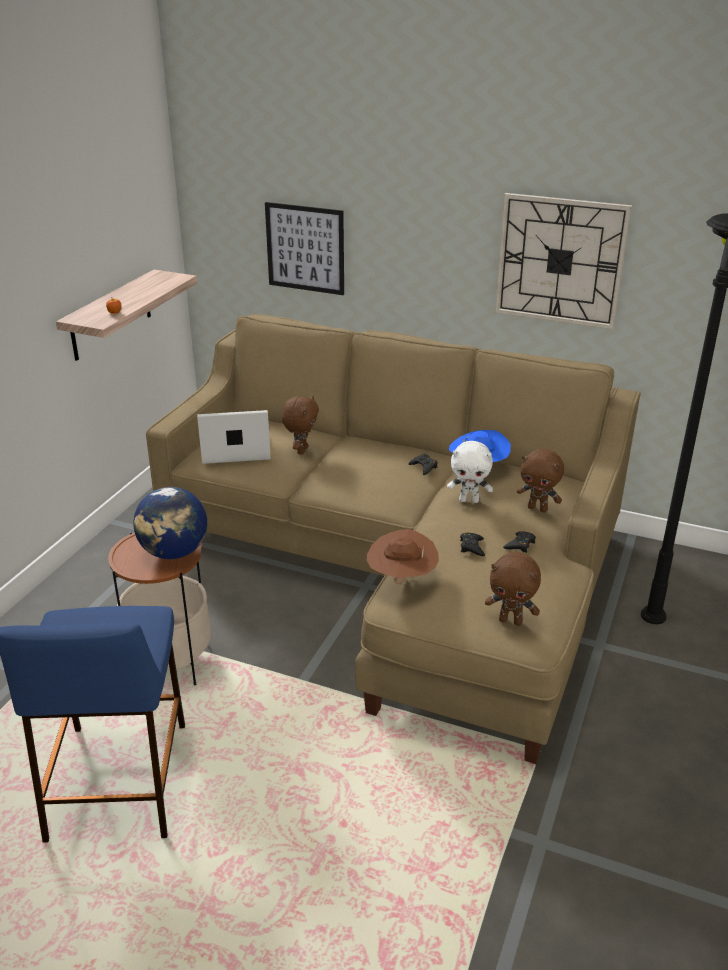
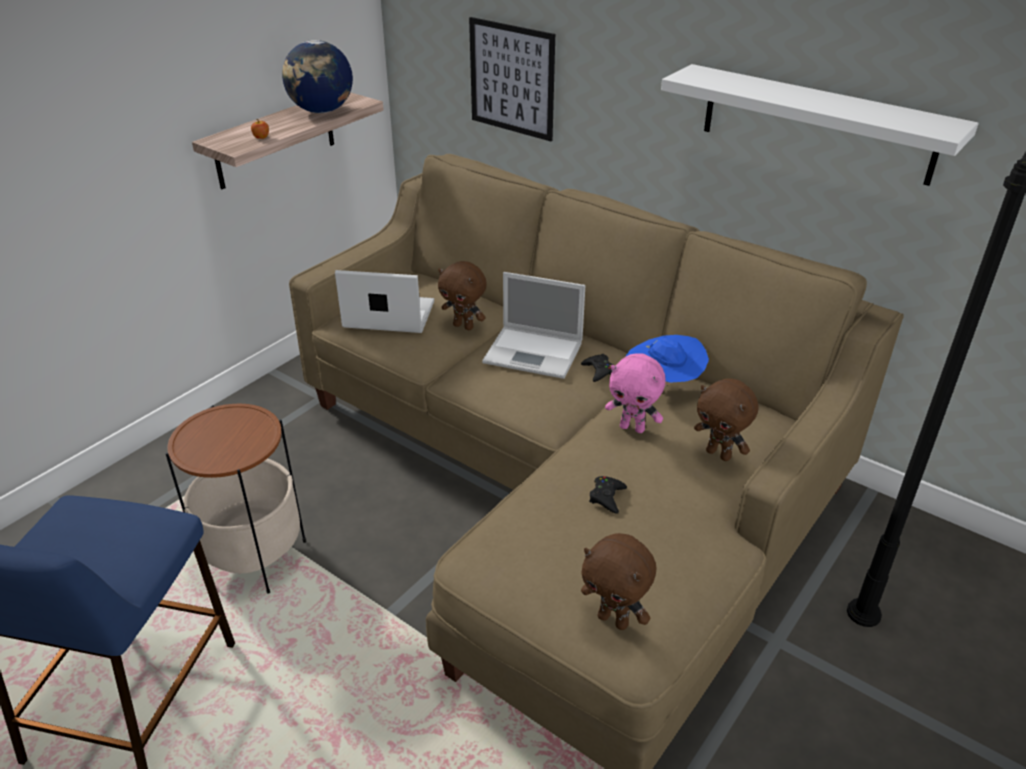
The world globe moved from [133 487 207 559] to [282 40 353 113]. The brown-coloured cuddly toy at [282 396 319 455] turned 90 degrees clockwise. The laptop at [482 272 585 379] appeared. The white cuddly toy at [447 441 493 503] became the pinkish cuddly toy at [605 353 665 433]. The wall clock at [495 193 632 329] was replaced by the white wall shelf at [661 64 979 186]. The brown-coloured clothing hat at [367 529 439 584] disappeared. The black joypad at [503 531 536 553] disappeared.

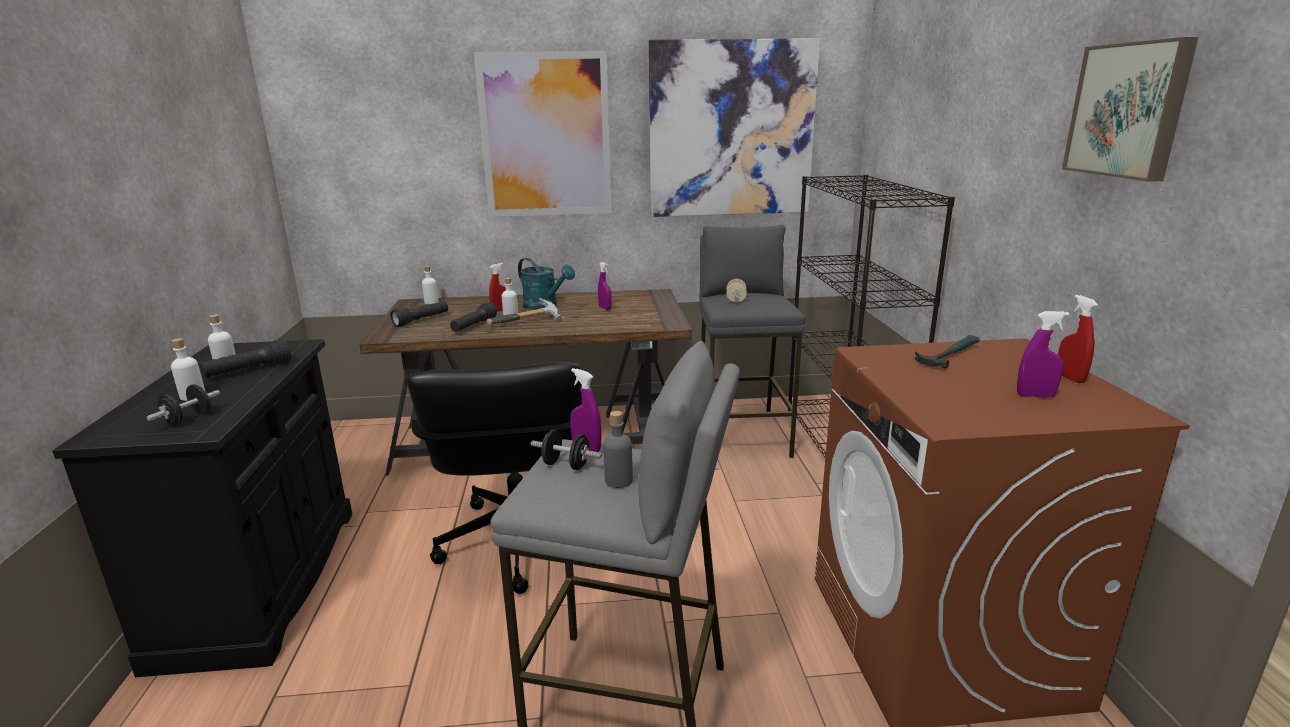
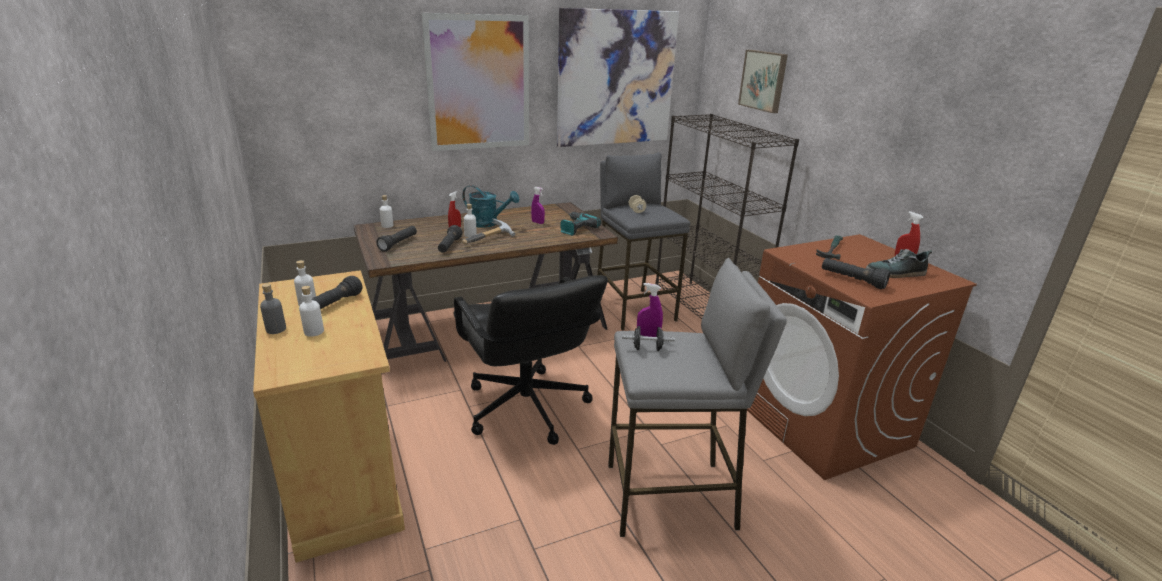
The black cabinet at [52 339 353 677] became the sand-coloured cabinet at [253 270 405 563]. The gray drink bottle moved from [603 411 633 488] to [260 283 286 334]. The power drill at [560 212 601 236] appeared. The wall art moved from [1062 37 1198 182] to [738 50 788 113]. The black torch at [822 258 890 289] appeared. The purple hand sprayer at [1017 311 1069 398] was replaced by the low shoe at [866 249 932 278]. The black hand weight at [147 384 220 425] disappeared.

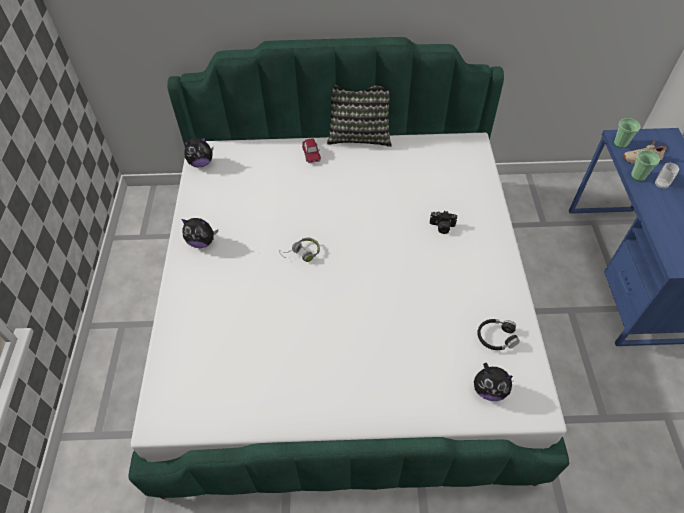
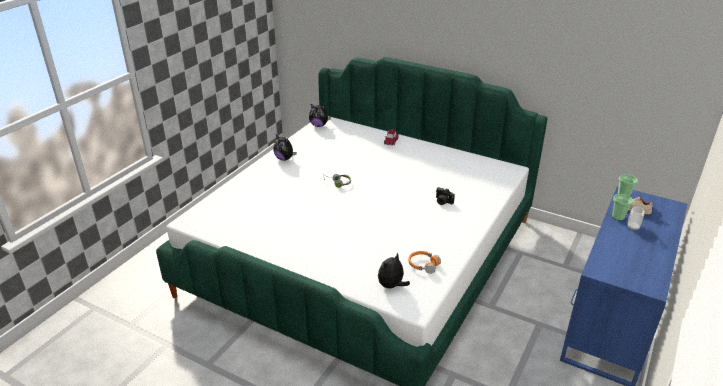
The cuddly toy at [474 363 513 401] turned 90 degrees clockwise. The black headphones at [477 319 520 350] became the orangey headphones at [408 251 441 274]. The throw pillow at [327 85 392 147] disappeared.

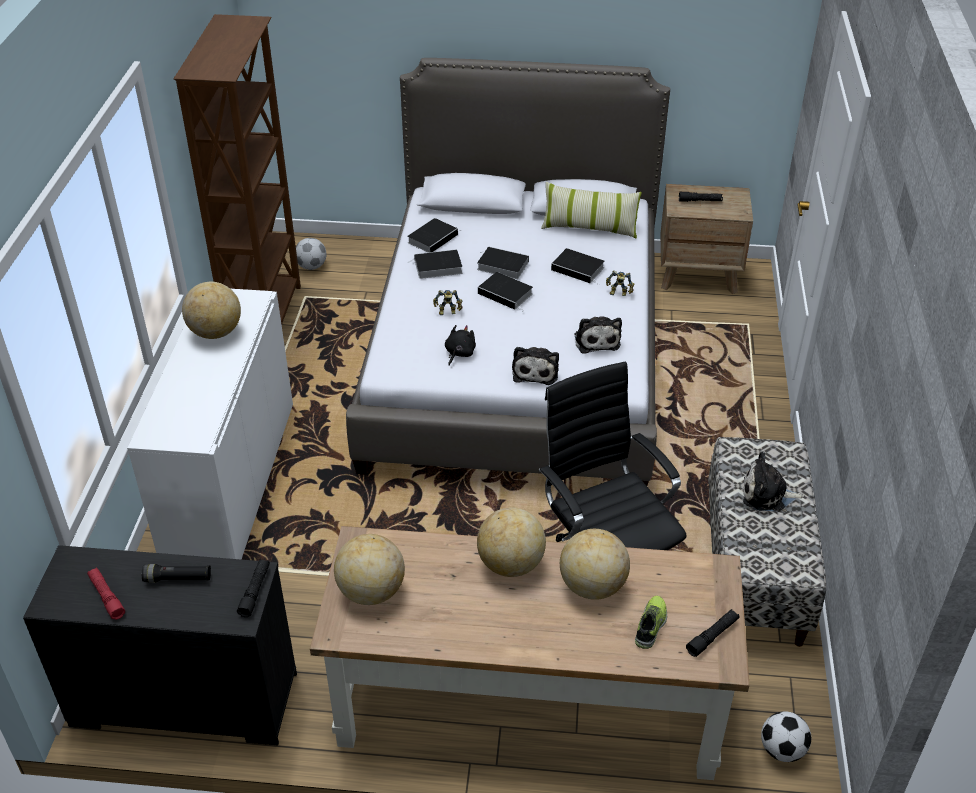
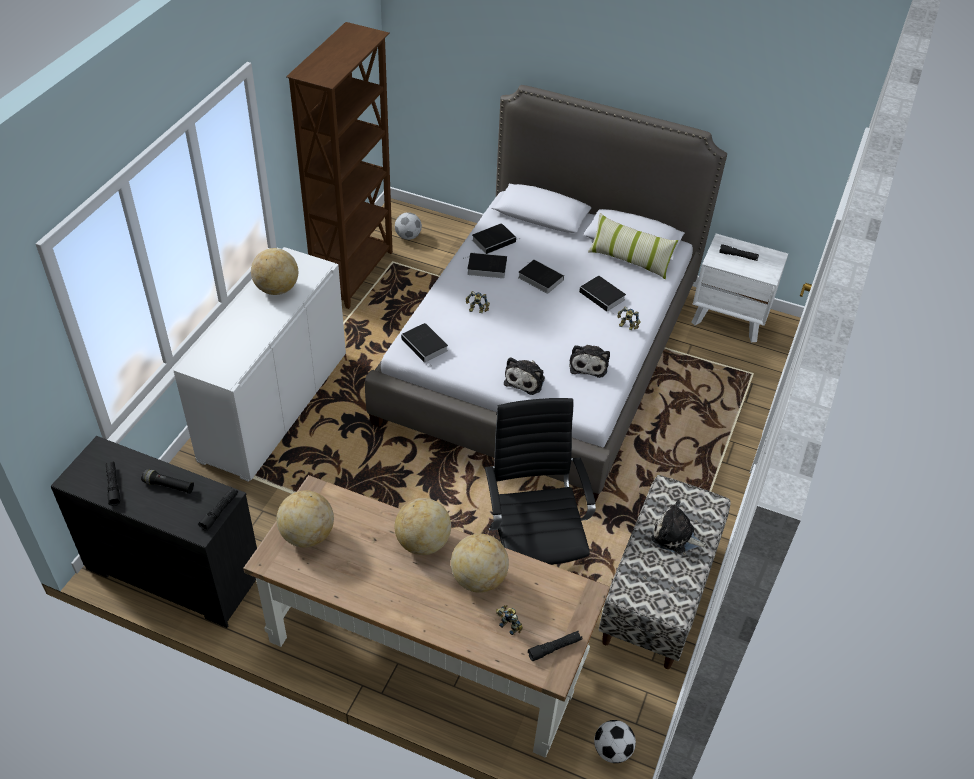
The reddish torch at [87 568 125 620] became the black torch at [106 462 121 506]. The volume moved from [478 272 533 312] to [401 323 448 367]. The low shoe at [635 596 667 649] was replaced by the toy robot at [496 605 523 635]. The brown-coloured nightstand at [661 184 753 294] became the white nightstand at [692 234 788 342]. The black cuddly toy at [445 325 476 366] disappeared.

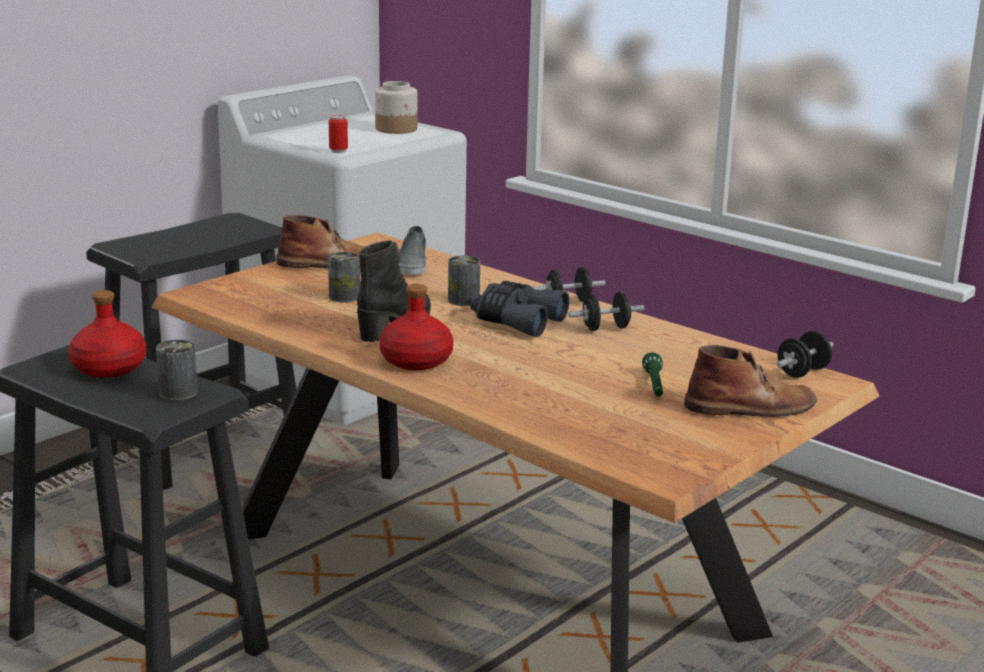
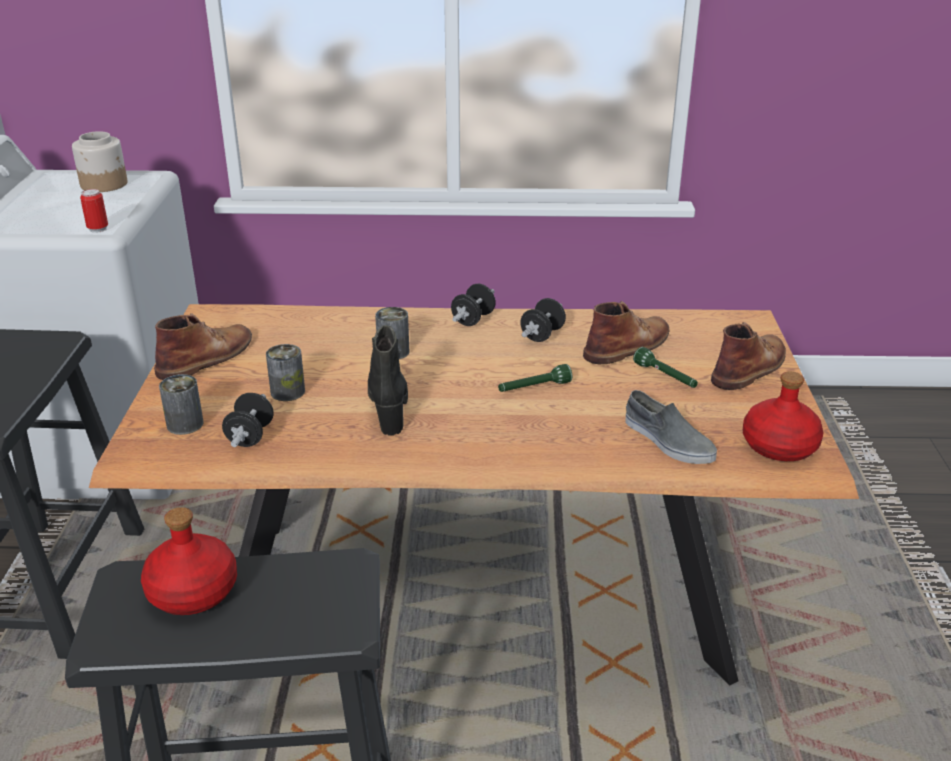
The sealed can moved from [156 340 198 401] to [159 374 204 435]. The black hand weight moved from [776 331 833 378] to [222 393 274 447]. The green torch at [498 364 572 392] appeared. The brown-coloured tall boot at [583 301 669 364] appeared. The gray low shoe moved from [399 226 426 275] to [625 390 717 464]. The reddish drink bottle moved from [379 284 453 370] to [743 371 824 461]. The gray field glasses at [470 281 570 337] disappeared.

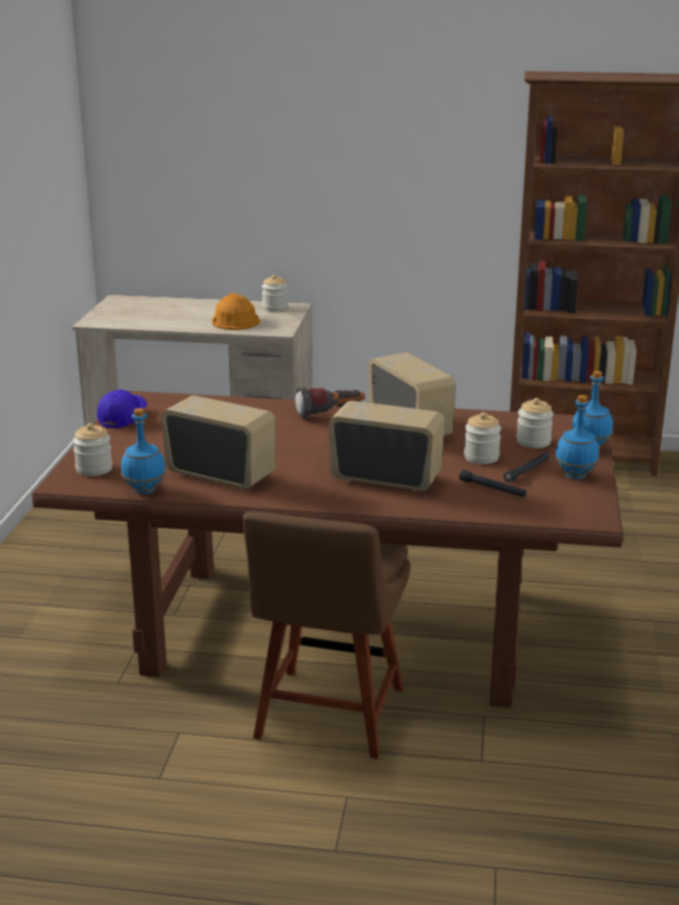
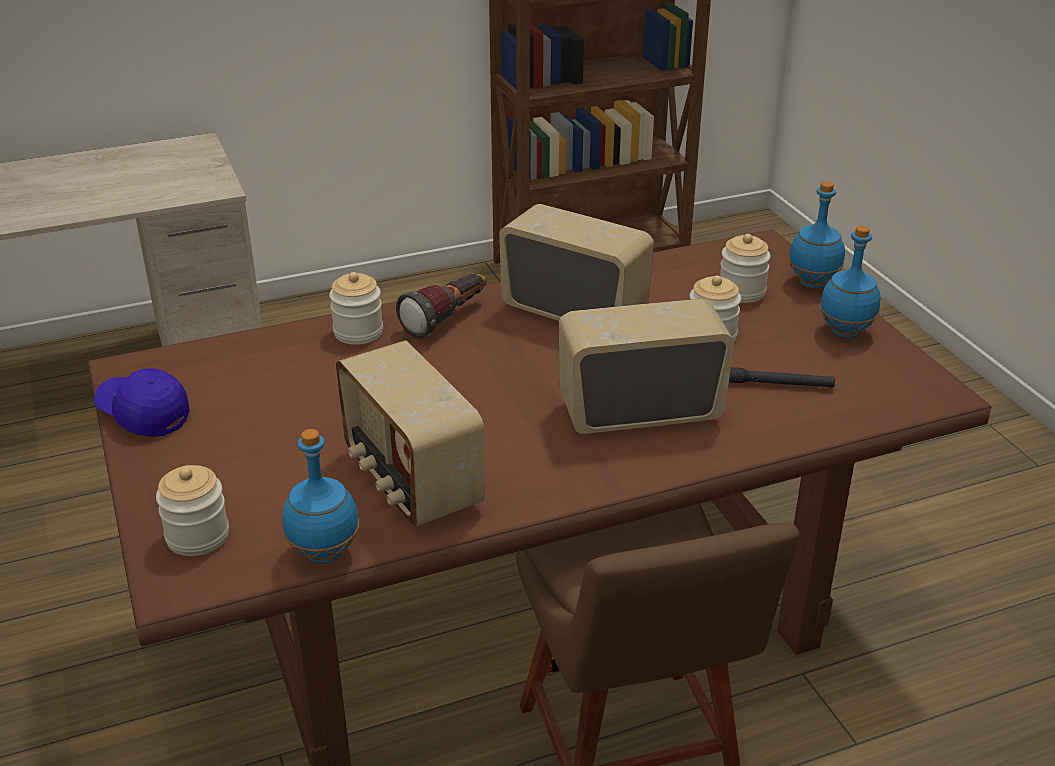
The blue cap at [97 389 147 428] turned 45 degrees counterclockwise. The storage jar moved from [262 274 288 311] to [329 272 383 345]. The radio set at [161 395 276 489] turned 120 degrees counterclockwise. The orangey safety helmet at [212 293 260 330] disappeared. The black torch at [503 453 550 483] disappeared.

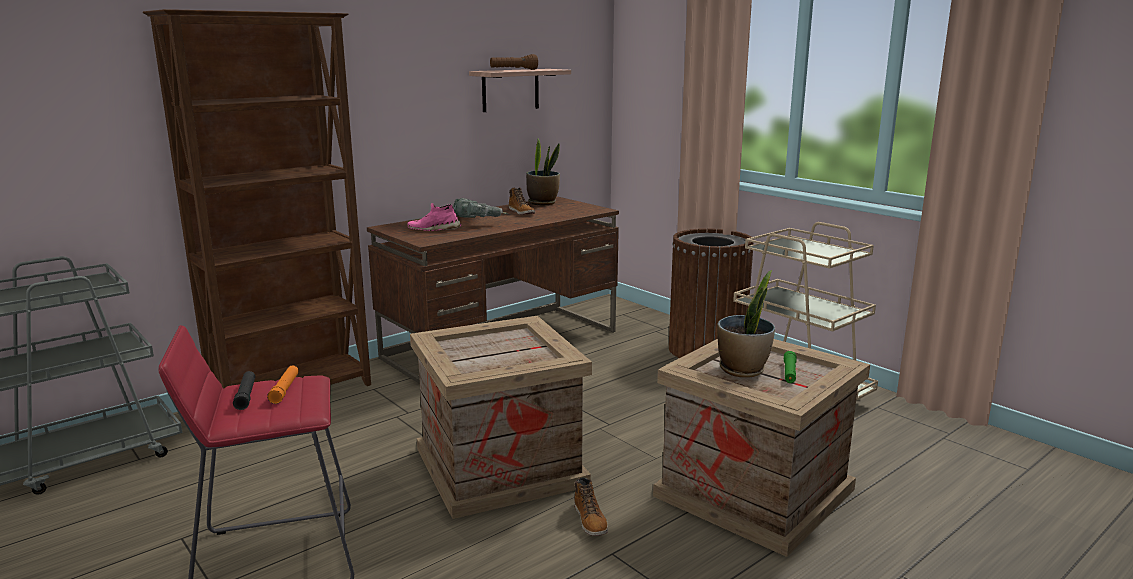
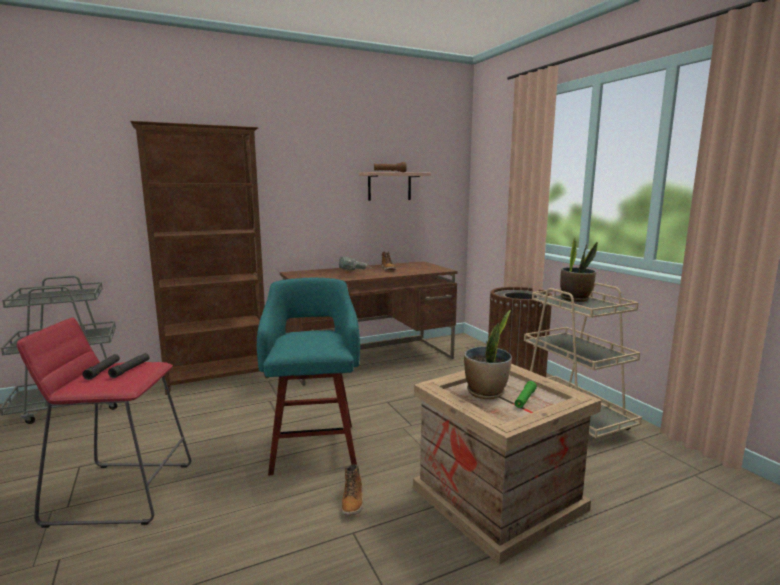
The orangey torch at [267 365 299 404] became the black torch at [108 353 149 378]. The packing crate at [410 316 592 519] was replaced by the turquoise-coloured stool seat at [257 278 360 475]. The plant in a pot moved from [526 138 560 205] to [560 236 598 302]. The pinkish low shoe at [407 203 461 231] disappeared.

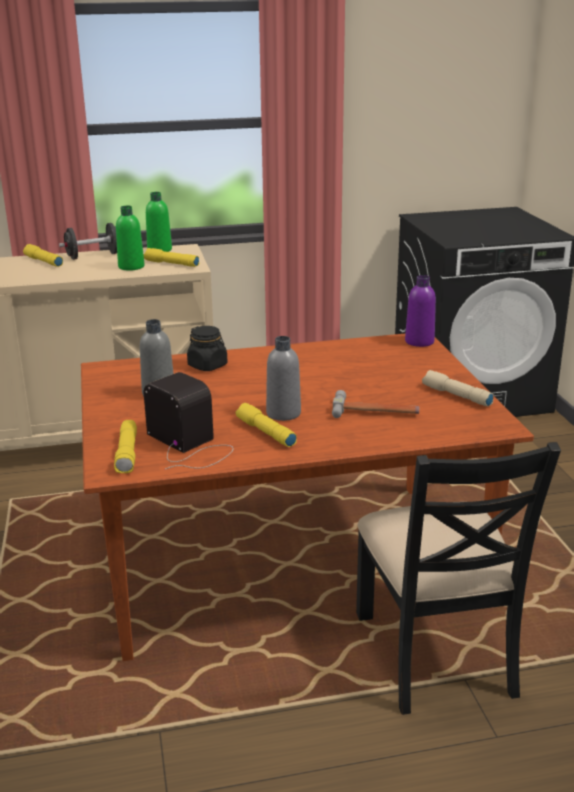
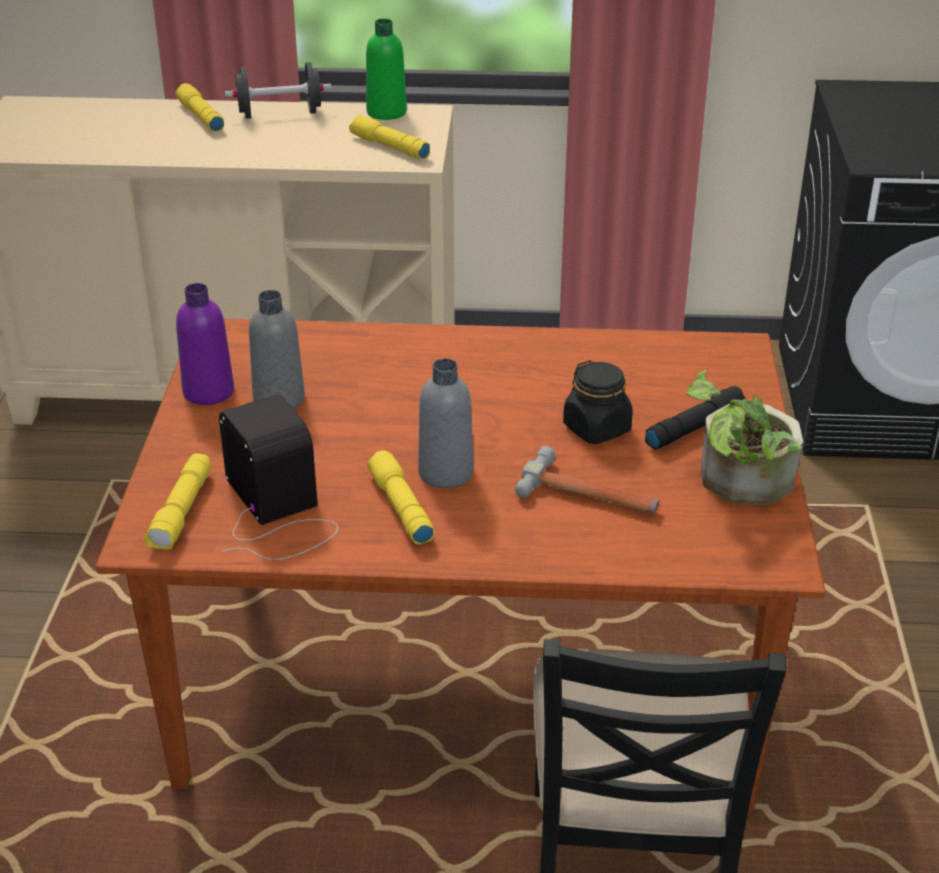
The purple drink bottle moved from [405 275 436 347] to [176 283 234 405]. The black storage jar moved from [187 326 228 371] to [563 360 633 444]. The black torch at [645 386 746 449] appeared. The sand-coloured torch at [422 370 494 406] was replaced by the plant in a pot at [687 370 803 505]. The green drink bottle at [116 206 145 271] disappeared.

